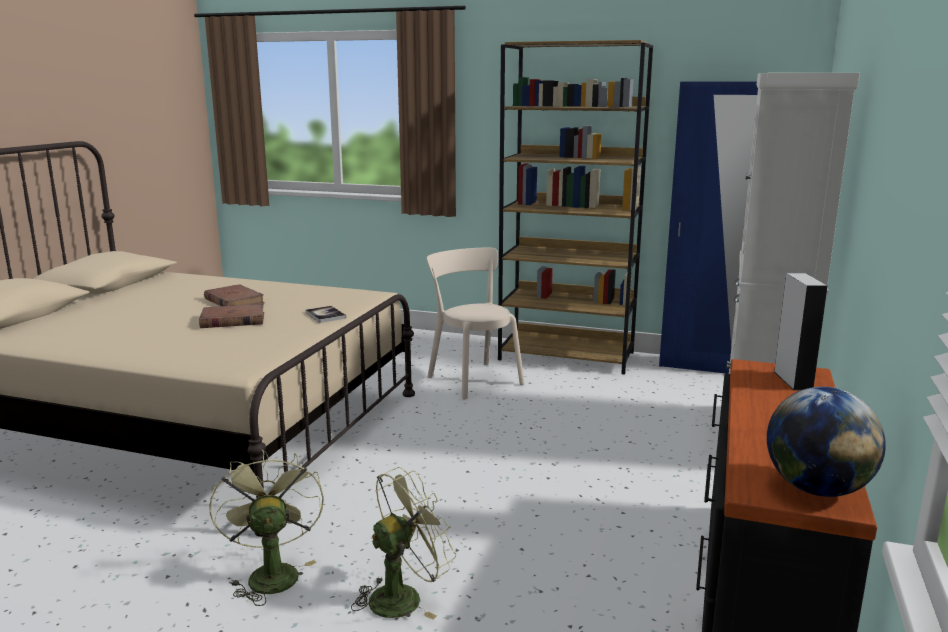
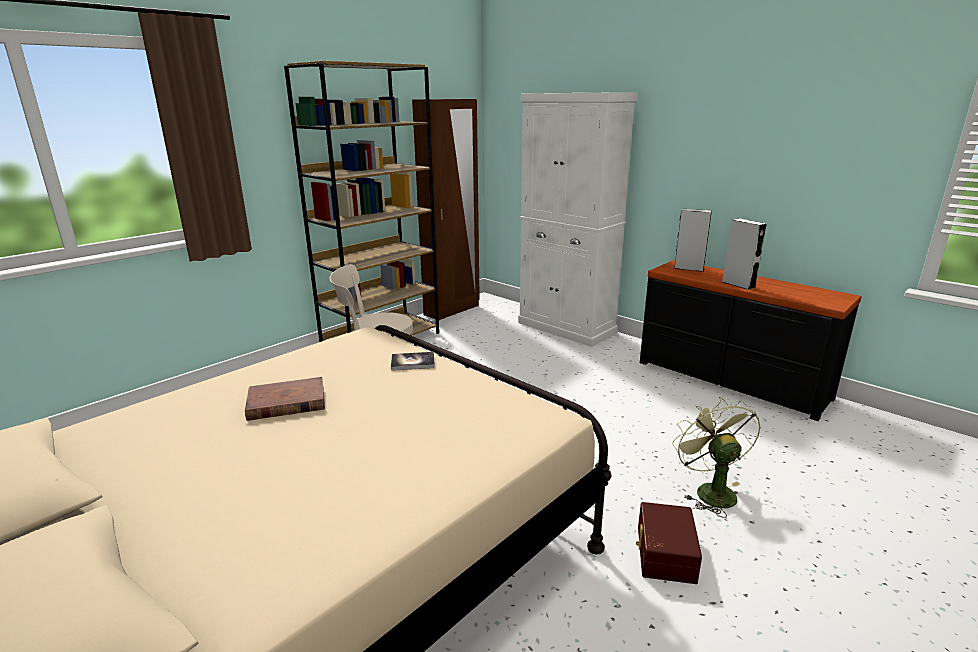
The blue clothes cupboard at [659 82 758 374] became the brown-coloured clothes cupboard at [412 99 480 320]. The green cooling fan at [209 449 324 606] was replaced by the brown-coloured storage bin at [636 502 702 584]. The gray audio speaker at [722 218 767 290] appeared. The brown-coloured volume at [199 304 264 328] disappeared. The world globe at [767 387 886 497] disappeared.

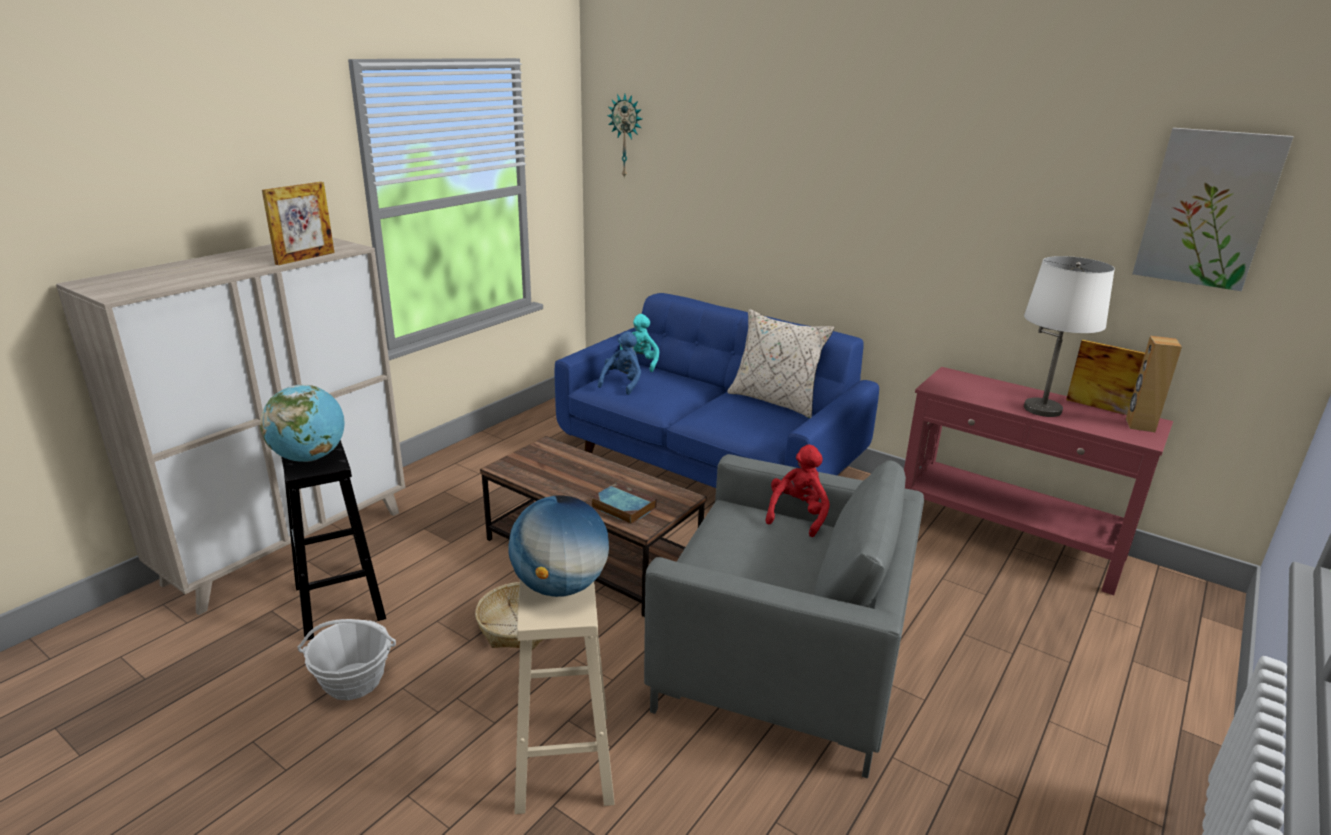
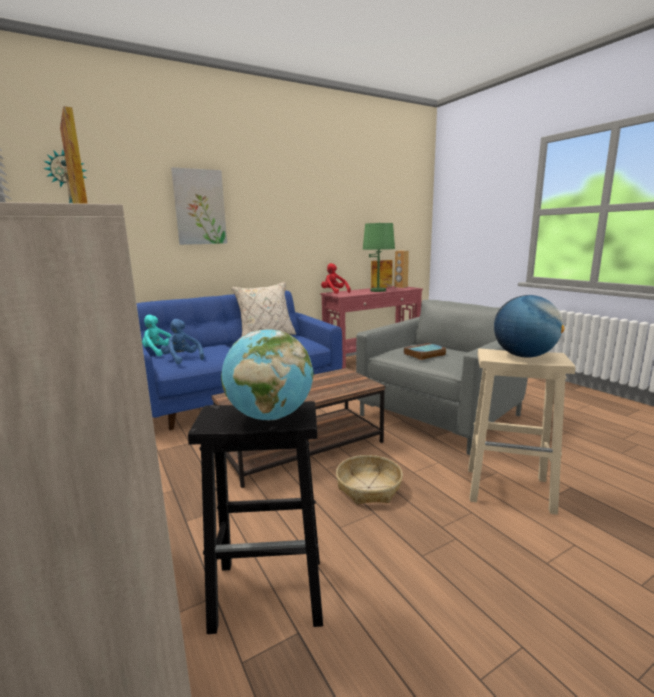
The wall art moved from [1132 128 1294 291] to [171 167 227 245]. The reddish cuddly toy moved from [765 444 830 537] to [321 263 351 294]. The white table lamp at [1024 256 1115 417] became the green table lamp at [363 222 395 292]. The volume moved from [591 482 657 525] to [404 343 446 360]. The household basket at [298 619 396 700] disappeared.

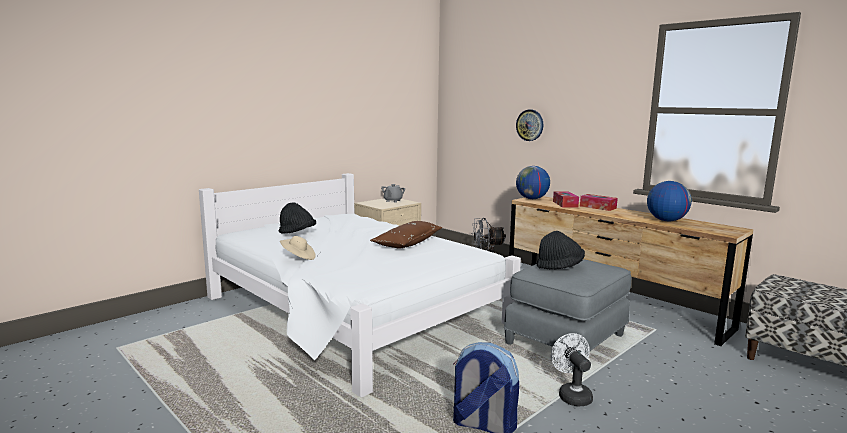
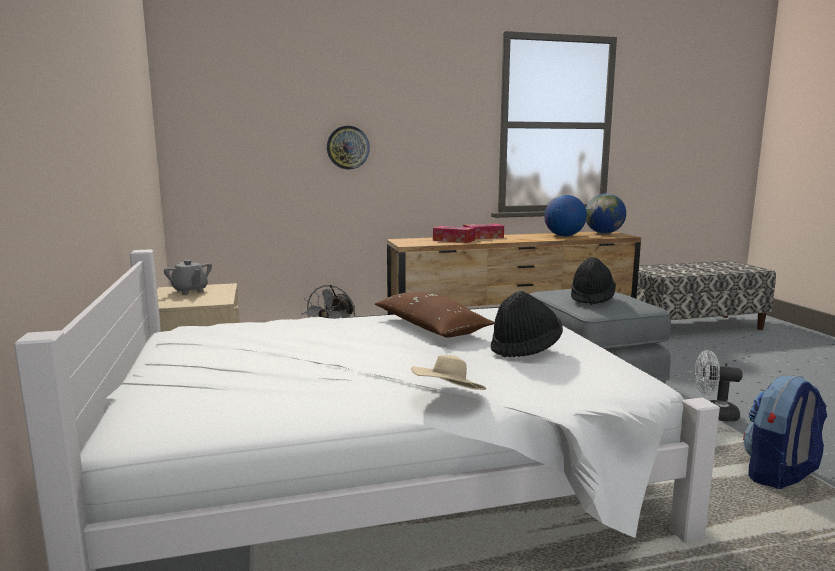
The black clothing hat moved from [279 202 316 234] to [491 291 563 358]. The world globe moved from [516 166 550 199] to [586 193 626 234].

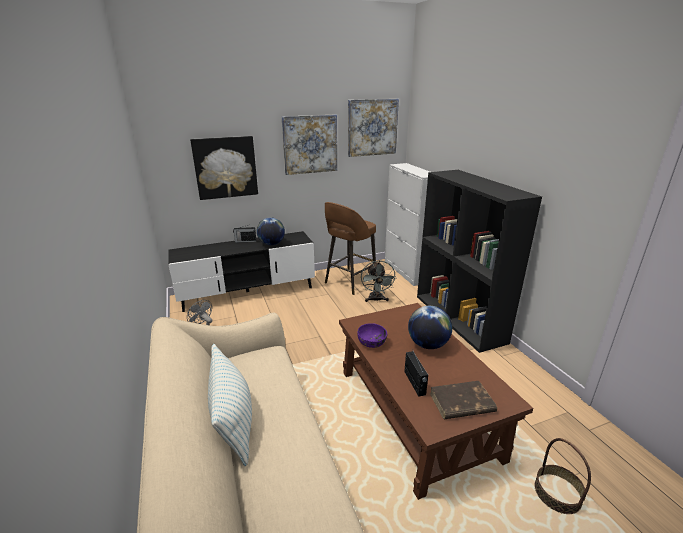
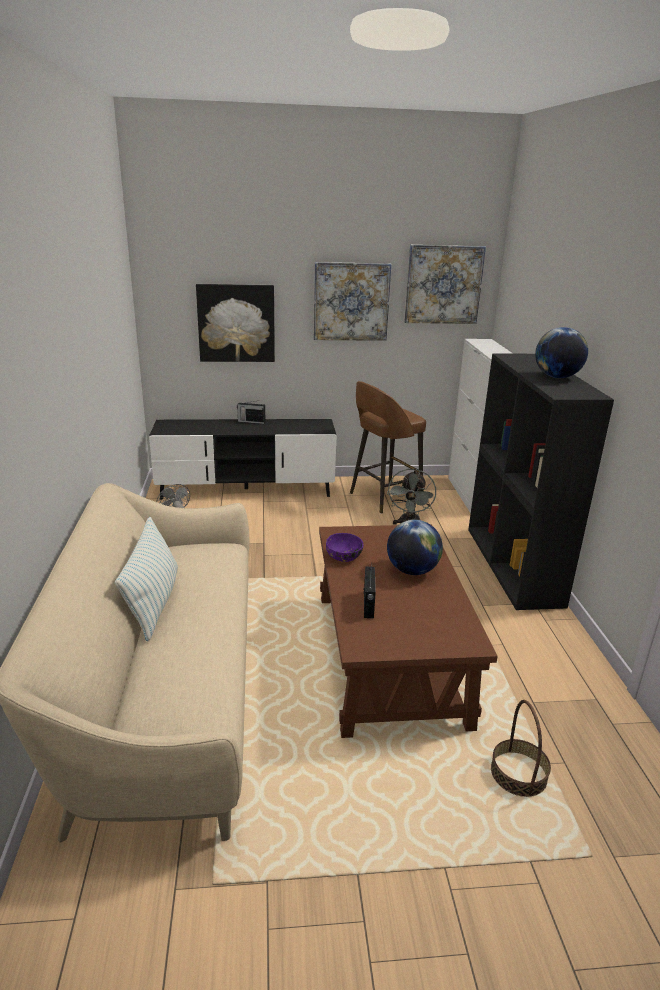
The world globe moved from [257 218 285 245] to [535 327 588 378]. The brown-coloured volume at [430 381 497 419] disappeared.

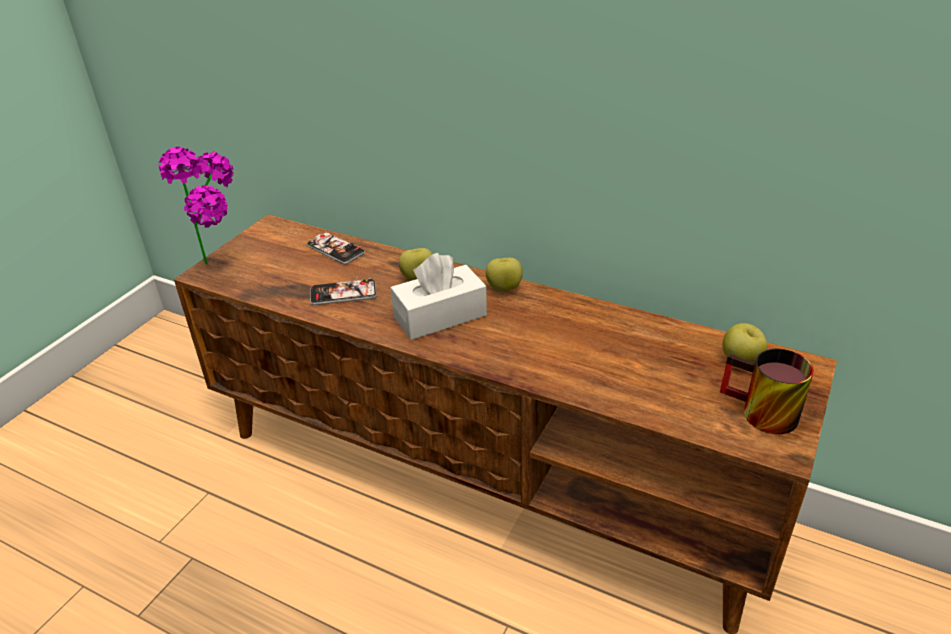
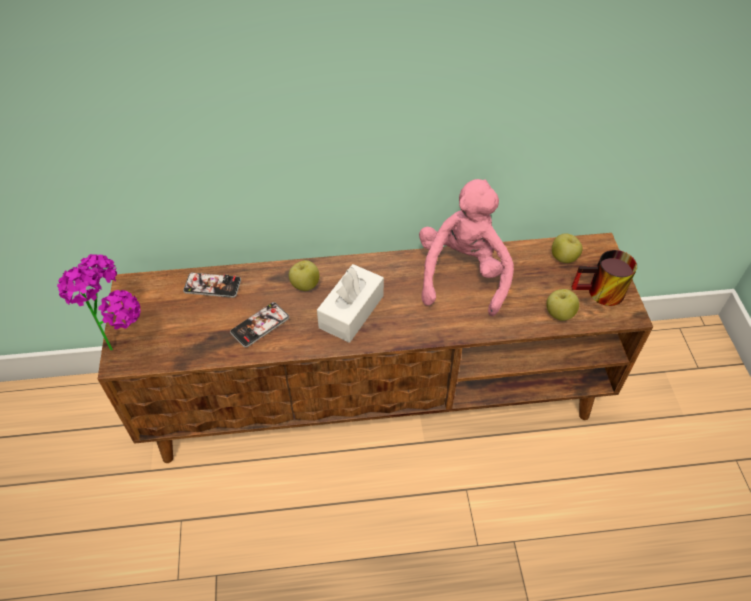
The pinkish cuddly toy at [419 179 514 316] appeared. The apple fruit moved from [486 258 523 292] to [546 289 579 321].

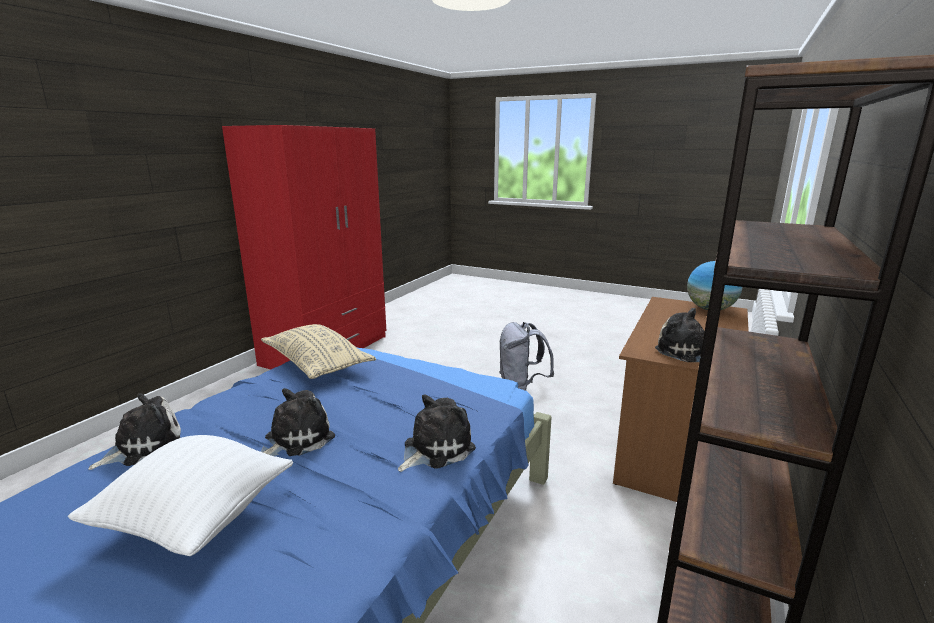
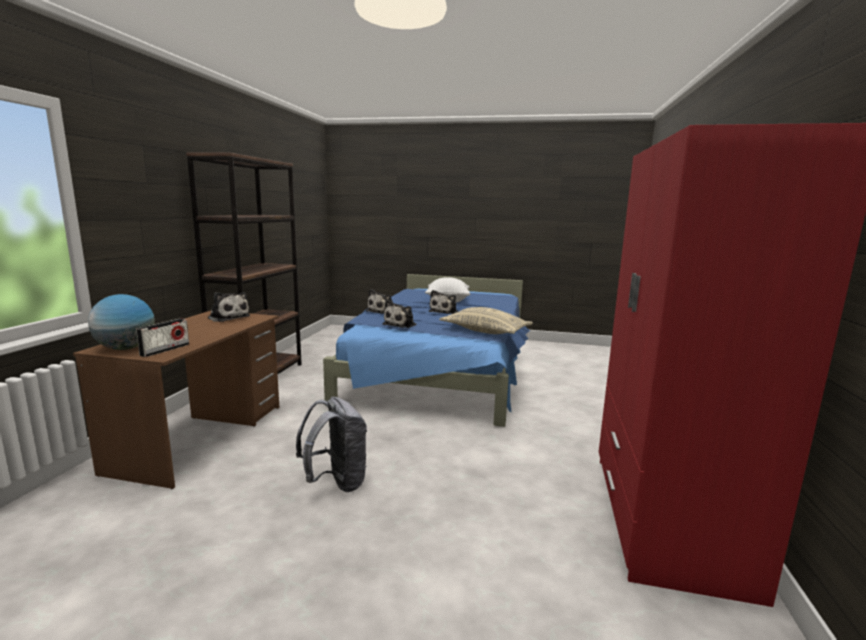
The radio set at [136 318 189 357] appeared. The cuddly toy moved from [88 393 181 470] to [382 300 416 328].

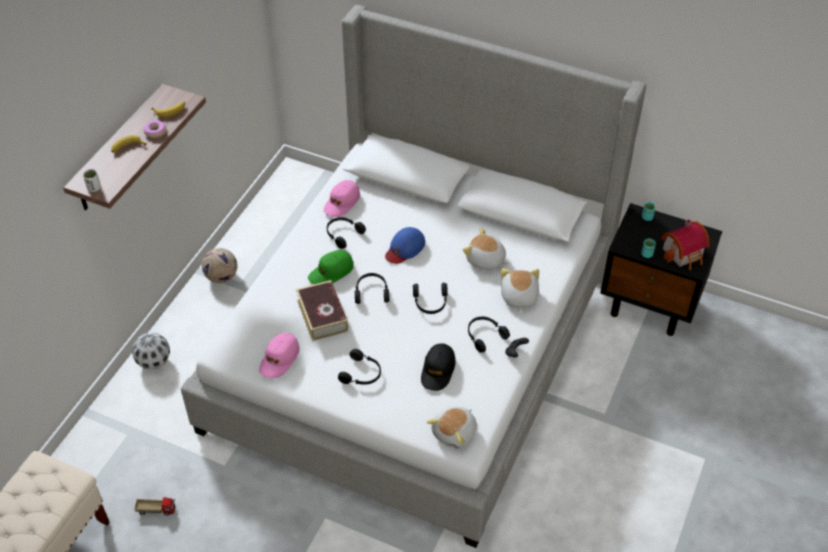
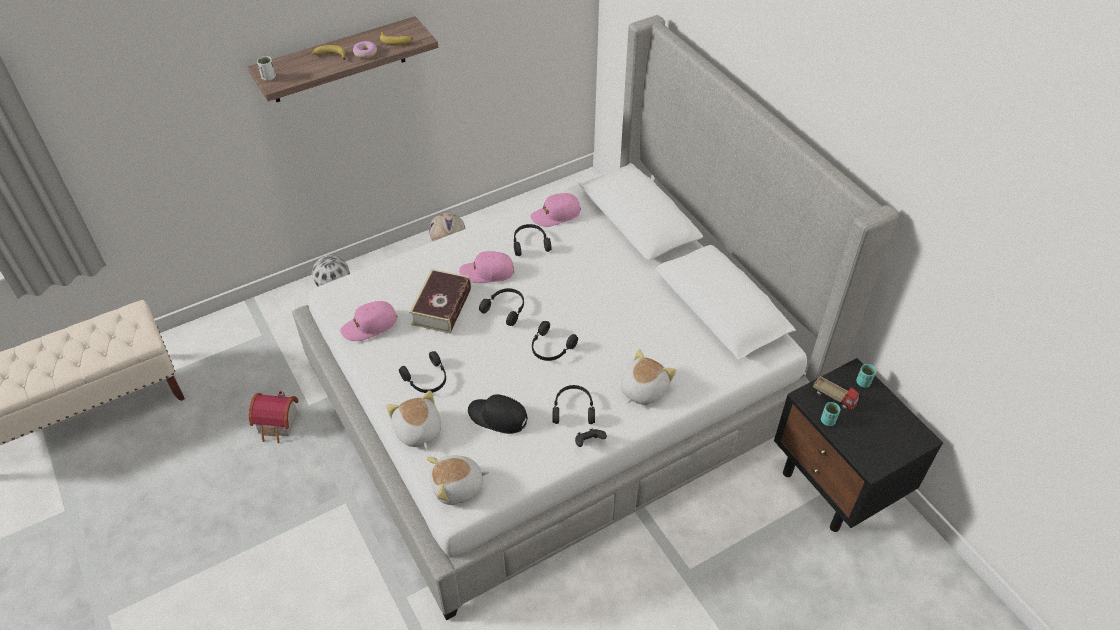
The toy house moved from [661 219 710 270] to [249 390 299 443]. The cuddly toy moved from [463 228 508 270] to [386 390 441 449]. The green cap at [308 250 354 285] became the pinkish cap at [459 251 514 283]. The black cap at [421 344 456 391] turned 60 degrees clockwise. The model truck moved from [134 497 175 516] to [813 376 861 410]. The blue cap at [385 227 425 264] disappeared.

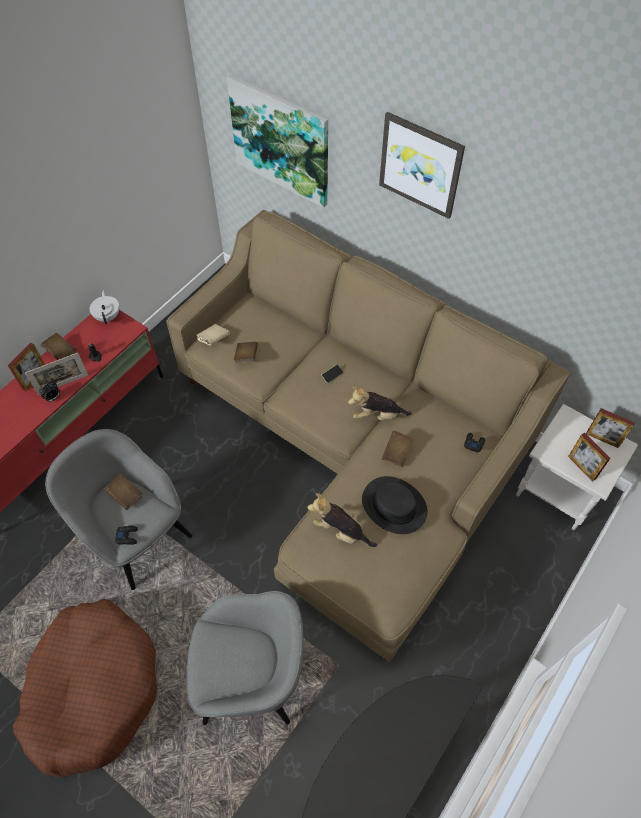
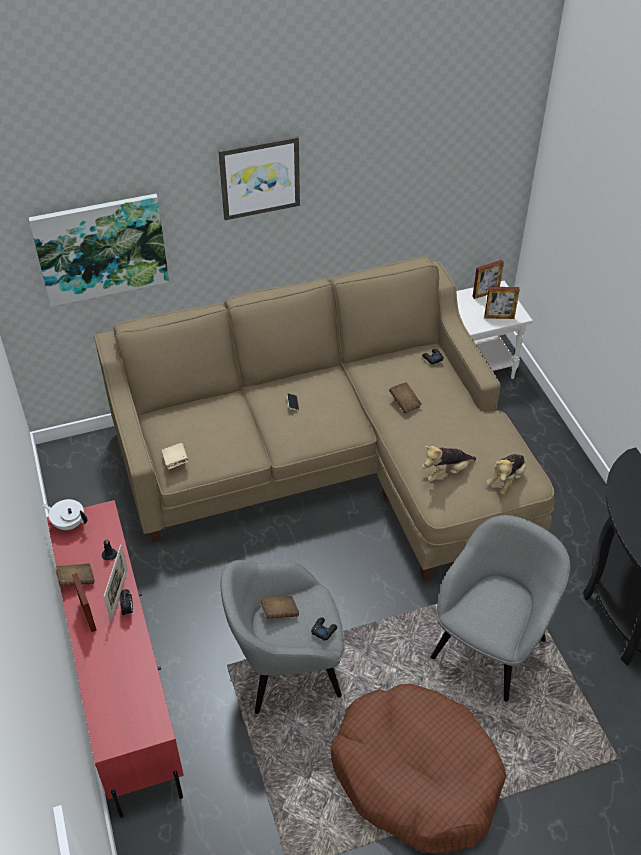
The cuddly toy moved from [348 386 412 420] to [486 454 526 494]. The brown-coloured volume at [234 342 258 364] disappeared. The black clothing hat at [362 476 427 534] disappeared.

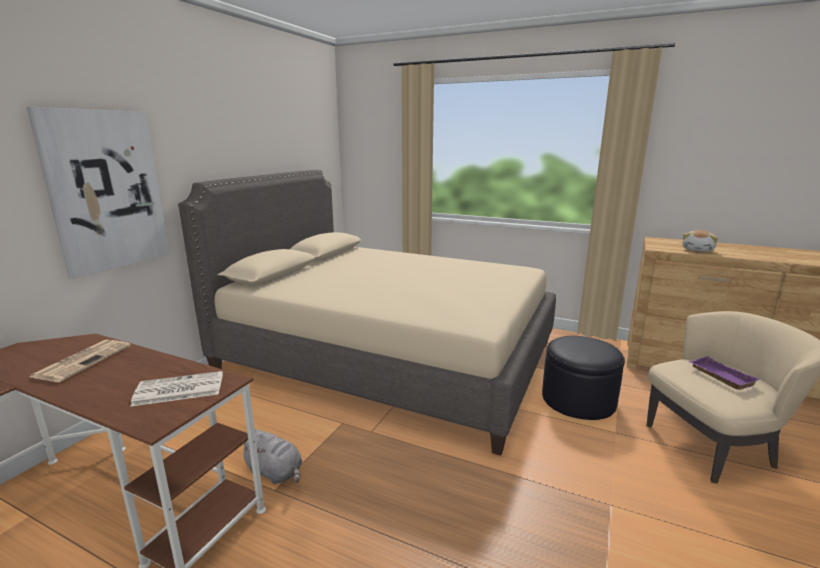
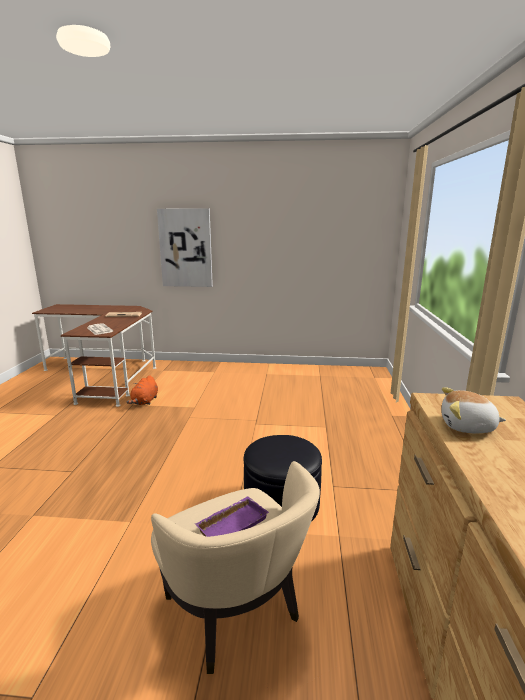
The gray cuddly toy at [243 429 302 484] became the orangey cuddly toy at [126 375 158 405]. The sand-coloured bedroom bed at [178 170 556 456] disappeared.

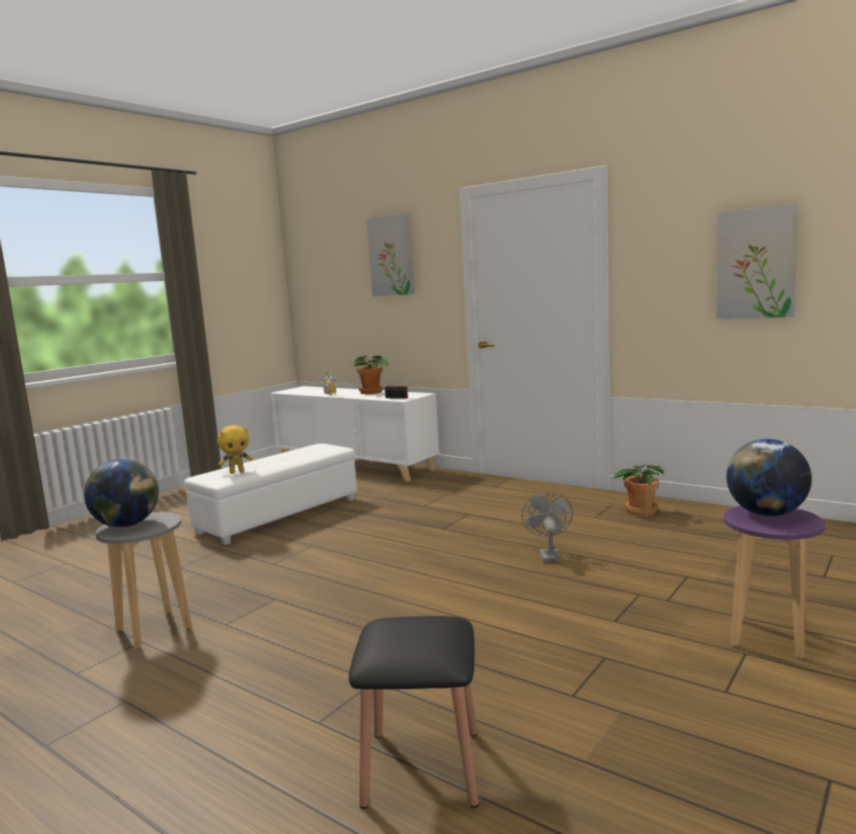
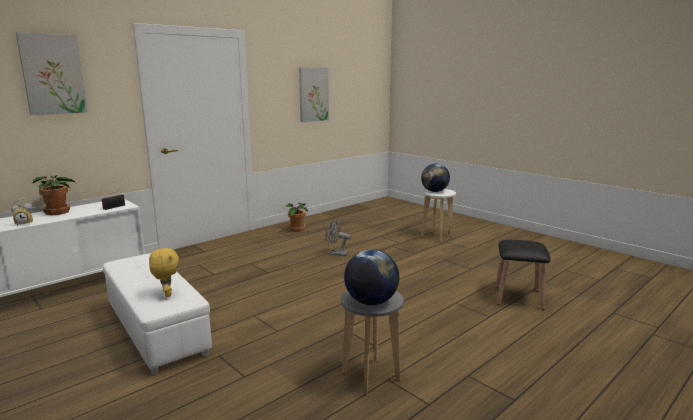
The purple stool seat at [723 506 825 659] became the white stool seat at [421 189 456 242].

